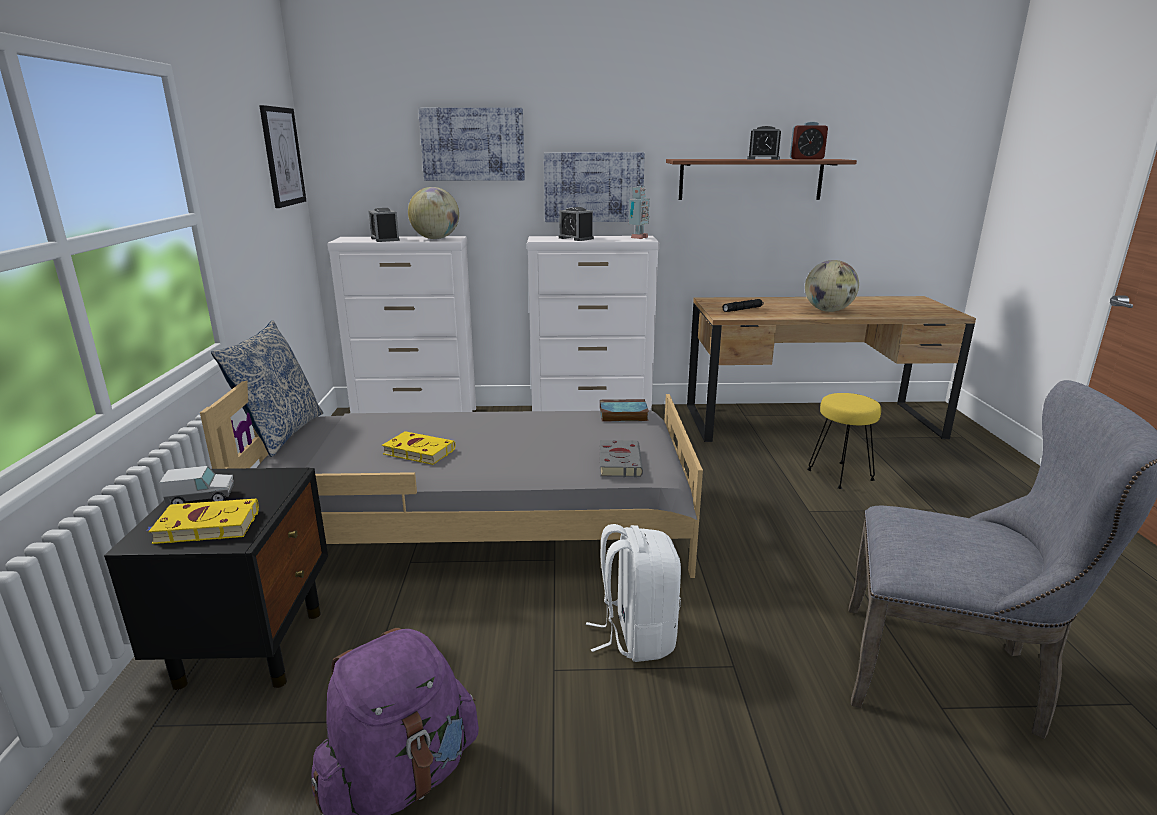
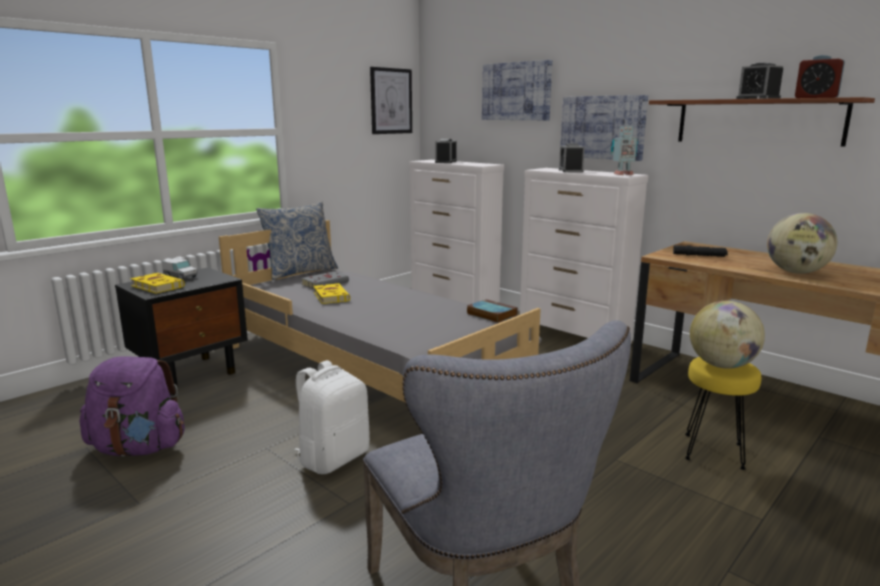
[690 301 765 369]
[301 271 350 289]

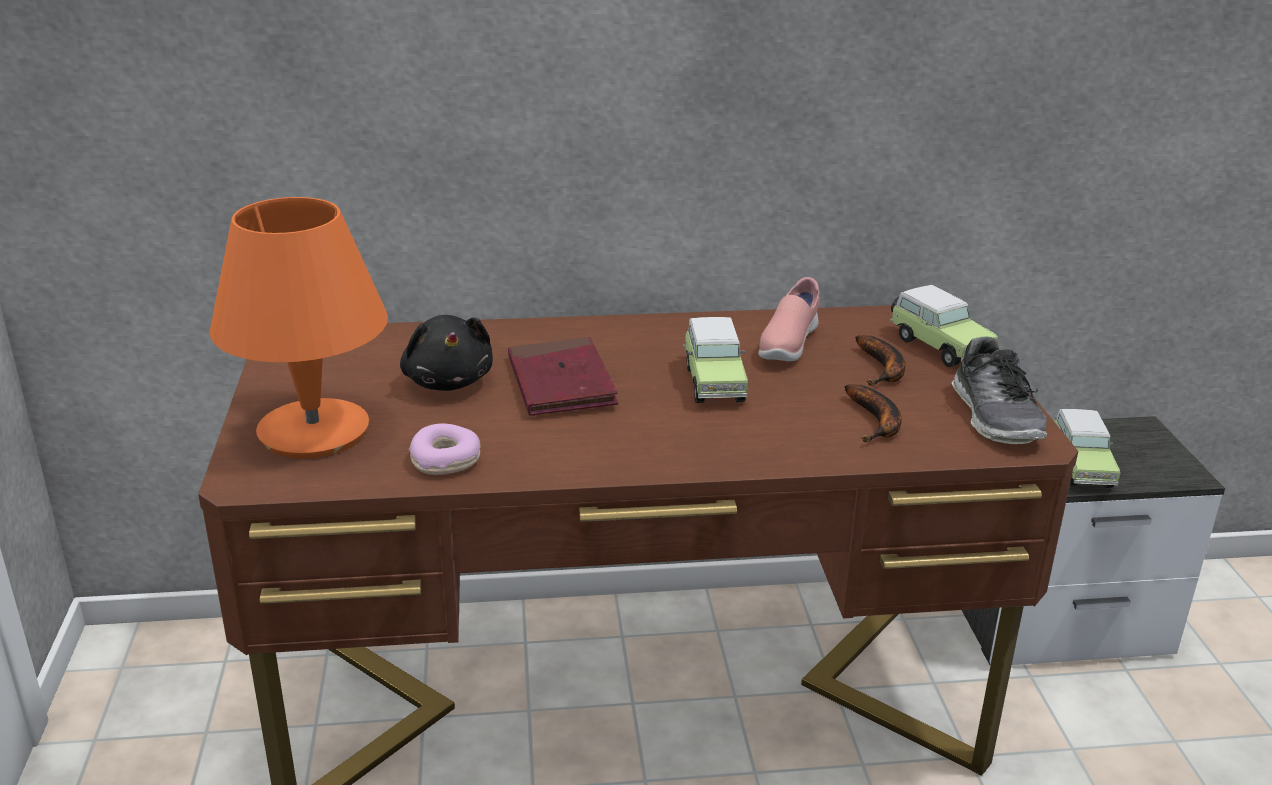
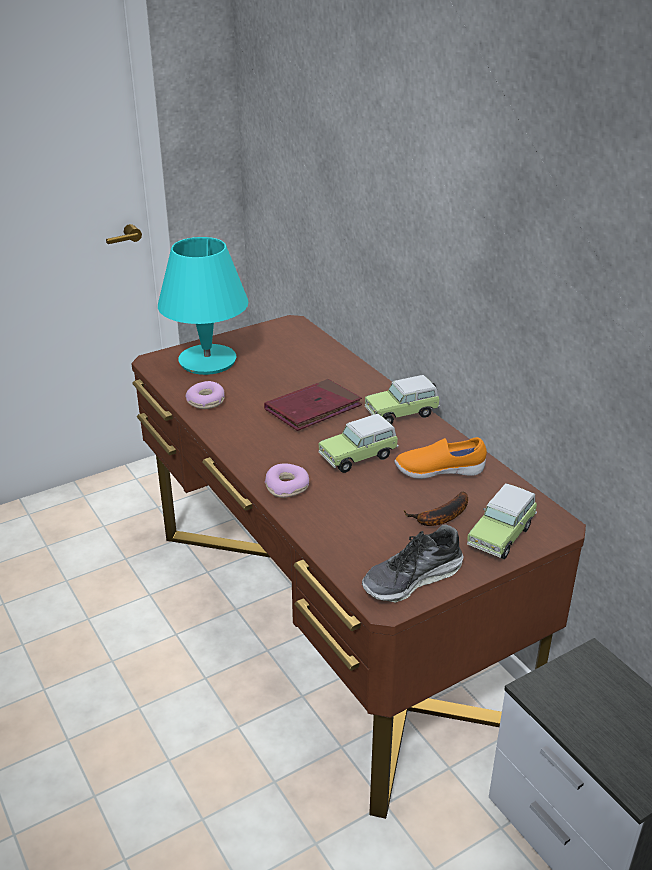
[158 237 249 375]
[394 437 487 479]
[400 315 493 391] (first image)
[844 384 901 442] (first image)
[365 375 440 423]
[265 463 309 498]

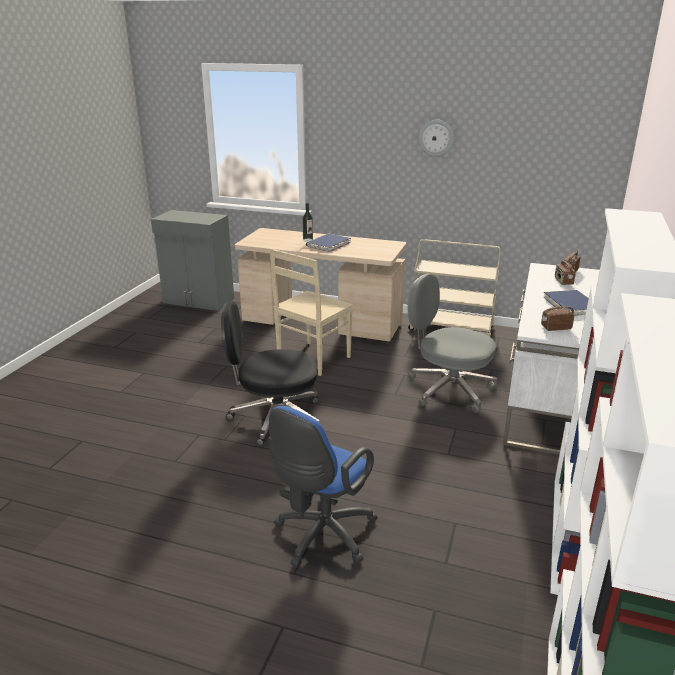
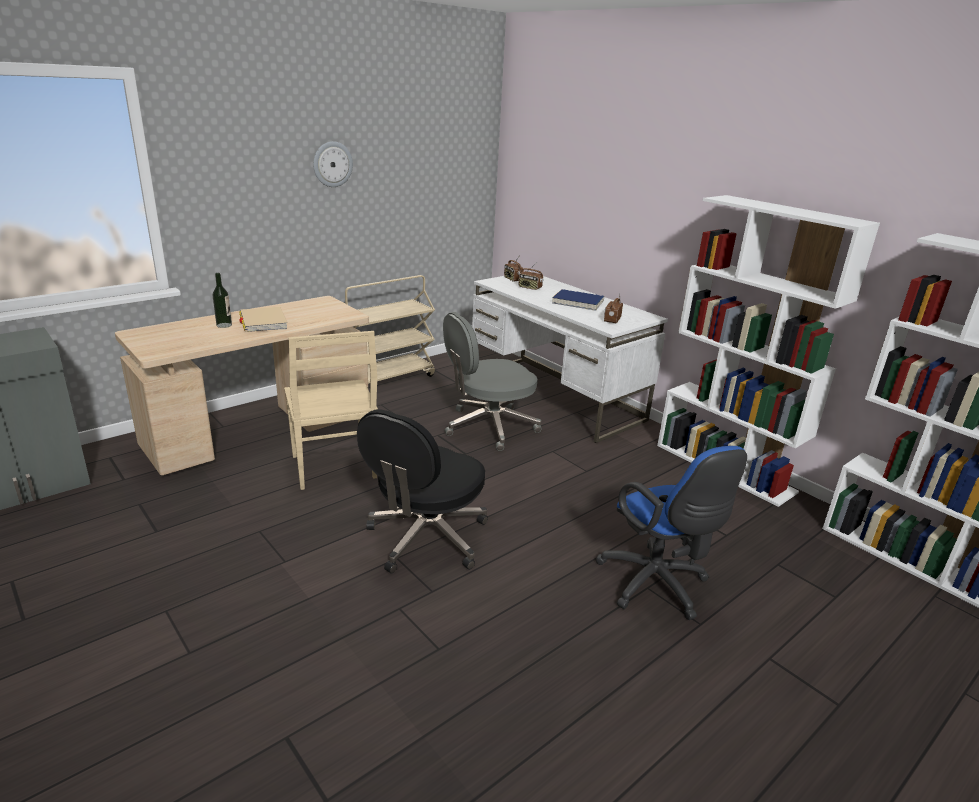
[239 307 287 332]

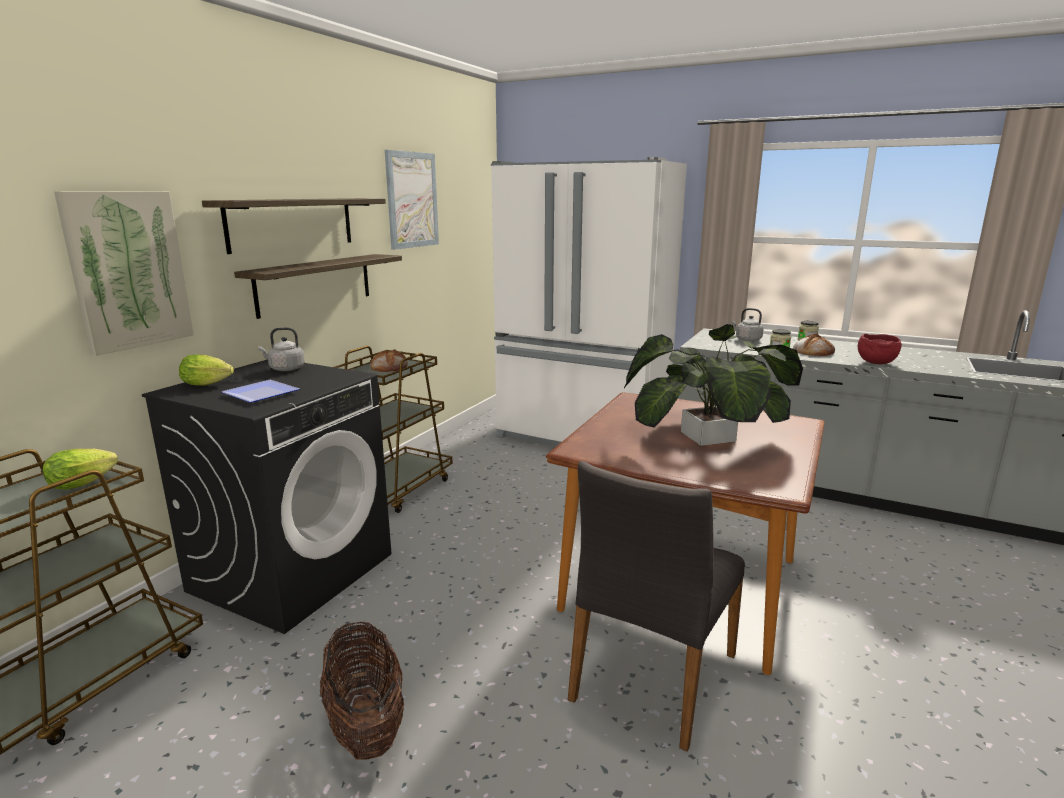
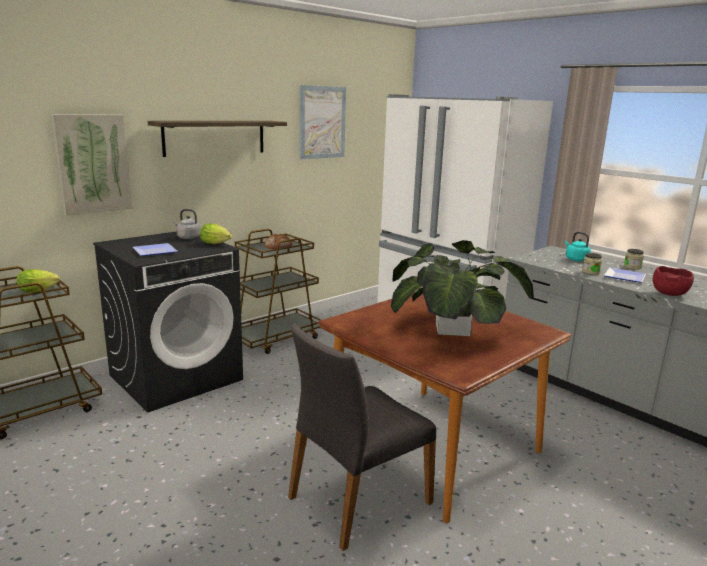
[234 254 402 319] (first image)
[565 232 591 261]
[604 268 646 283]
[200 223 232 244]
[320 621 404 760] (first image)

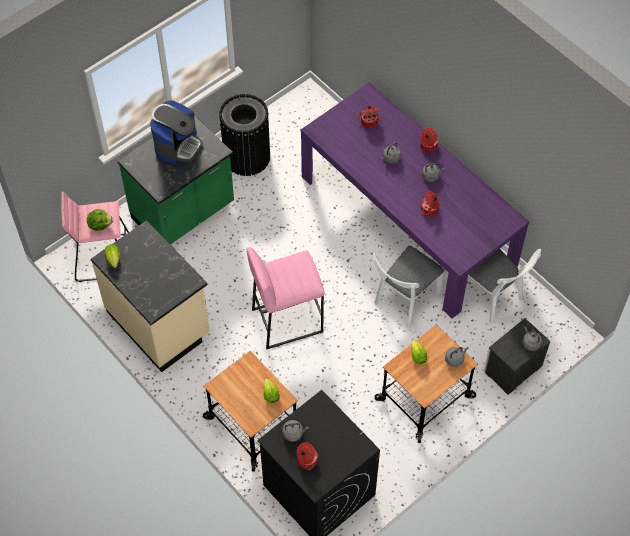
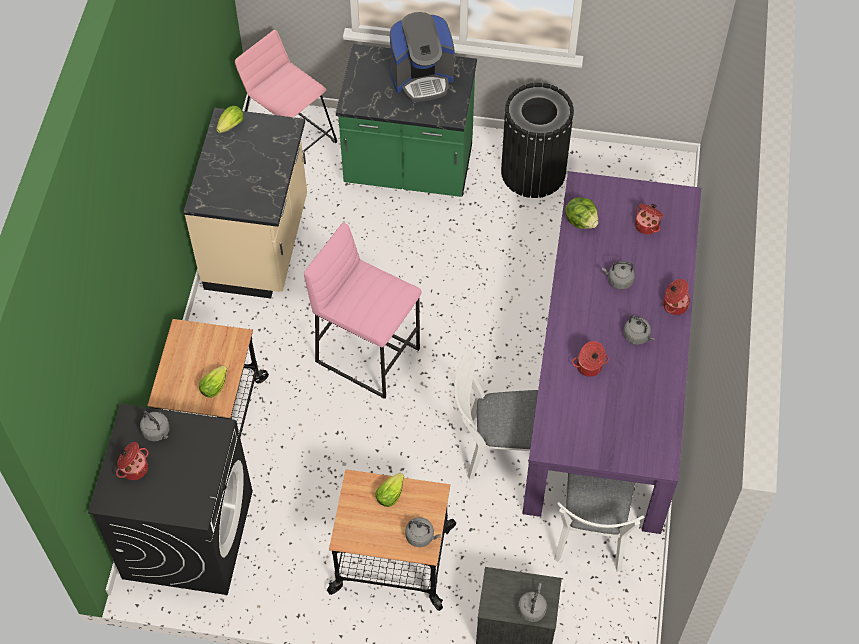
[565 197 598 229]

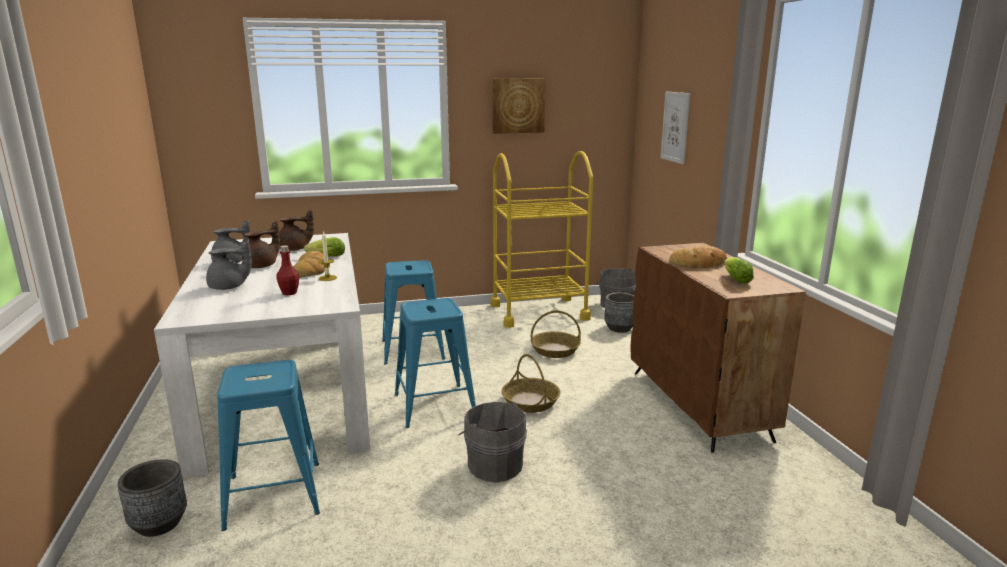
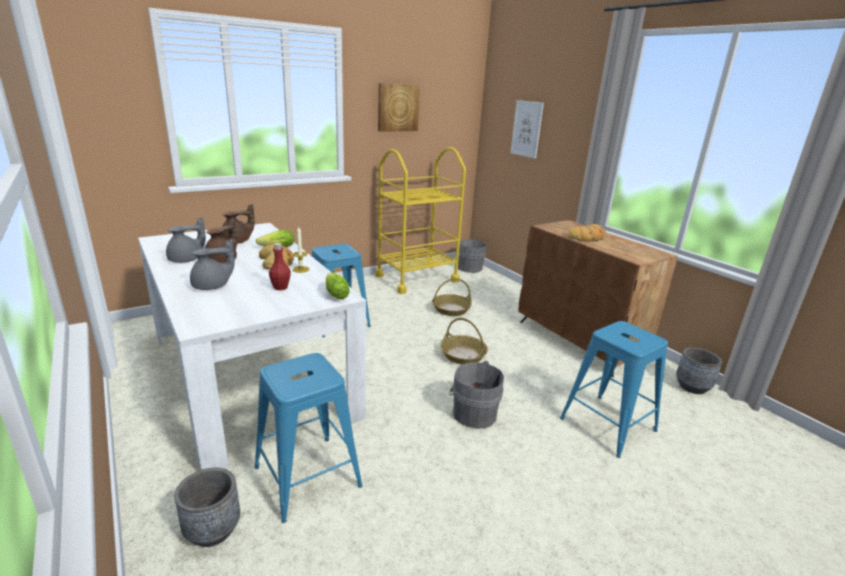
[326 273 350 299]
[676 347 722 394]
[560 321 668 458]

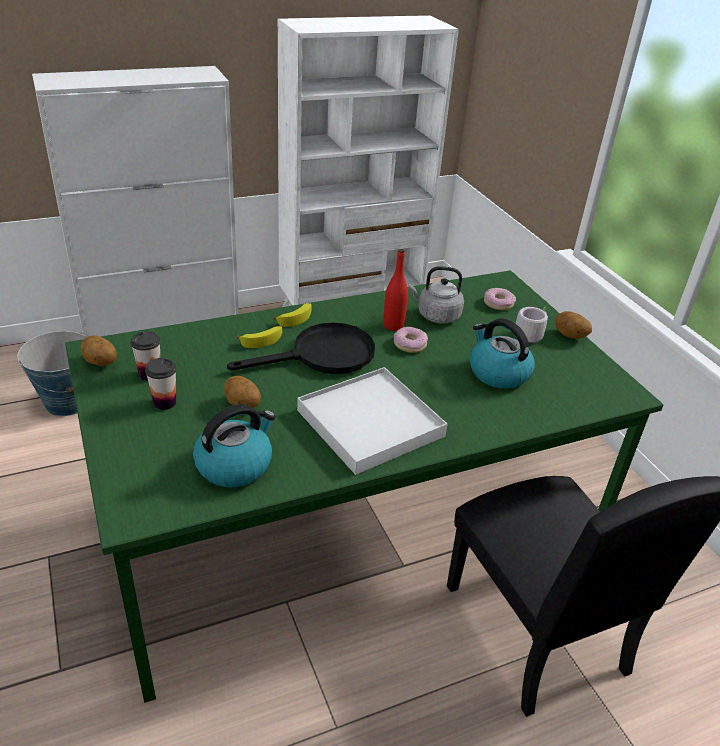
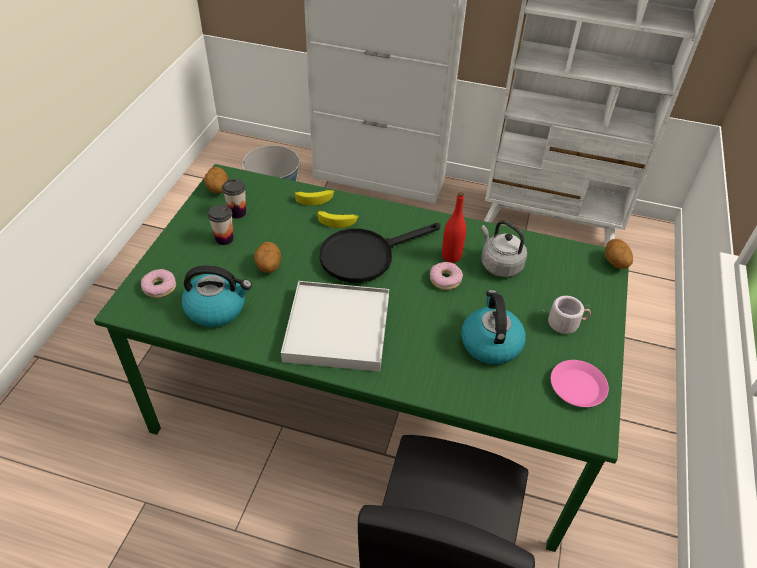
[141 269 176 298]
[294 190 334 205]
[605 239 633 269]
[320 223 440 283]
[551 360 609 407]

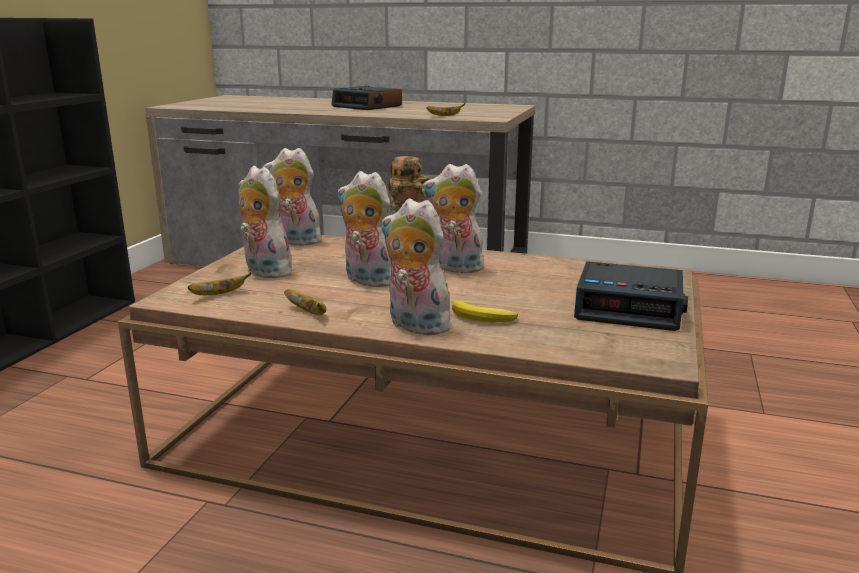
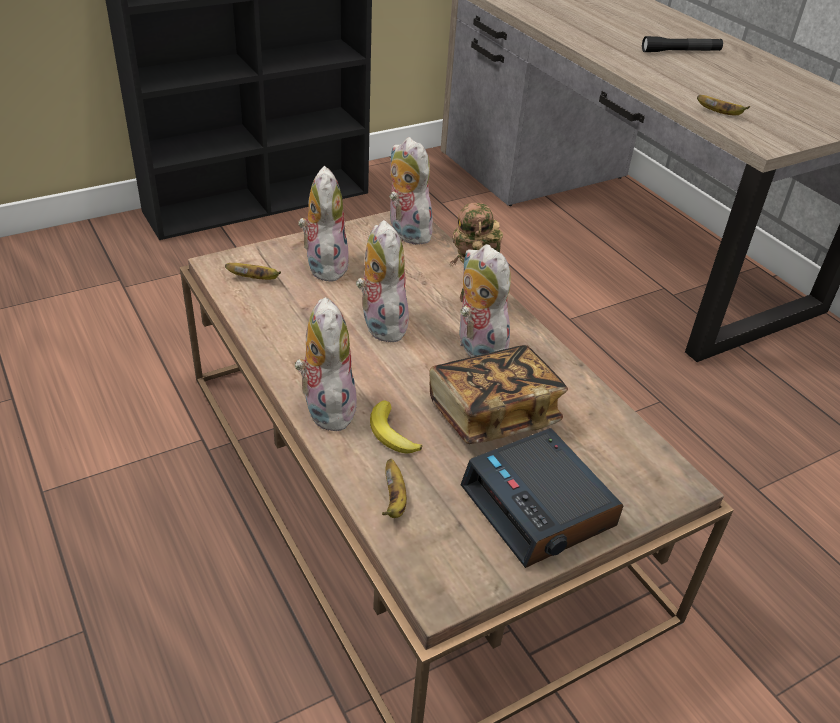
[642 36 723 52]
[382 459 407 518]
[429 345 568 444]

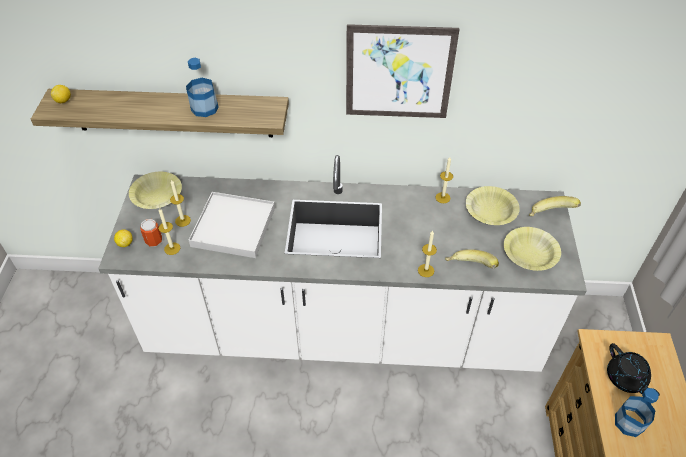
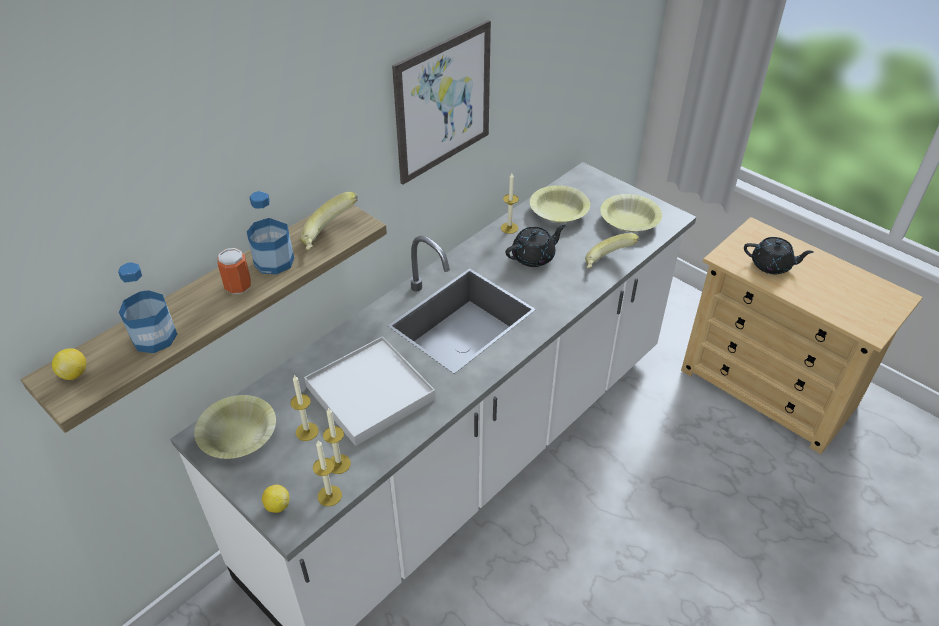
[300 192 358 250]
[218 248 251 294]
[313 440 342 507]
[118 262 177 353]
[506 225 566 267]

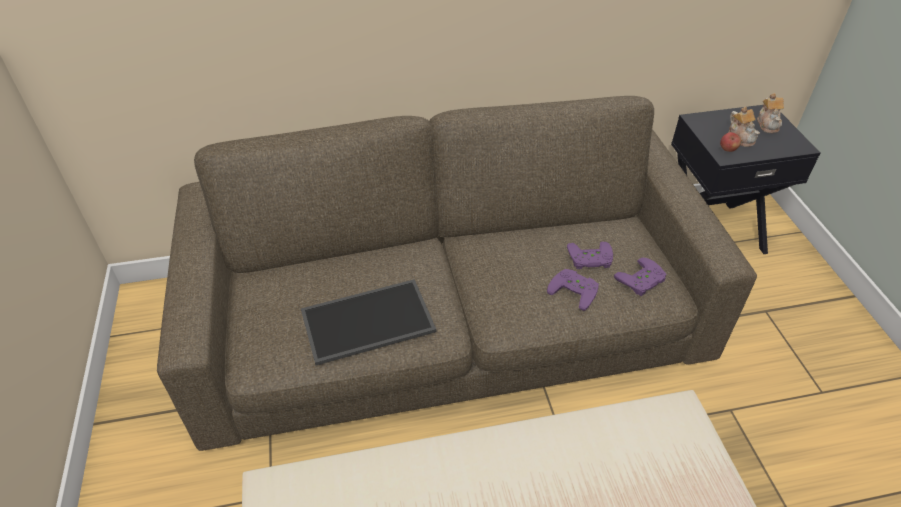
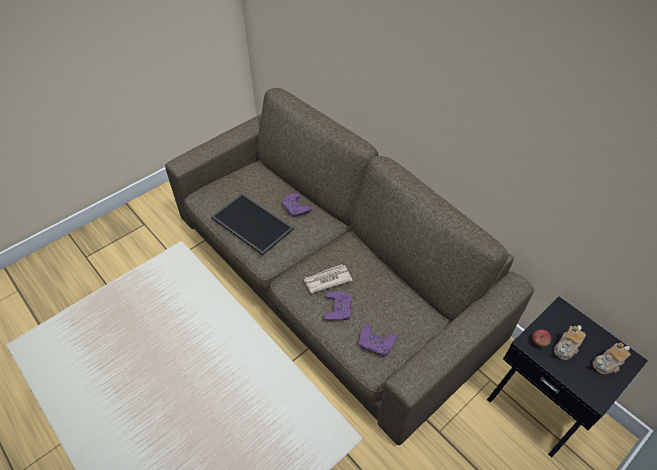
[282 193 312 218]
[304 264 352 293]

